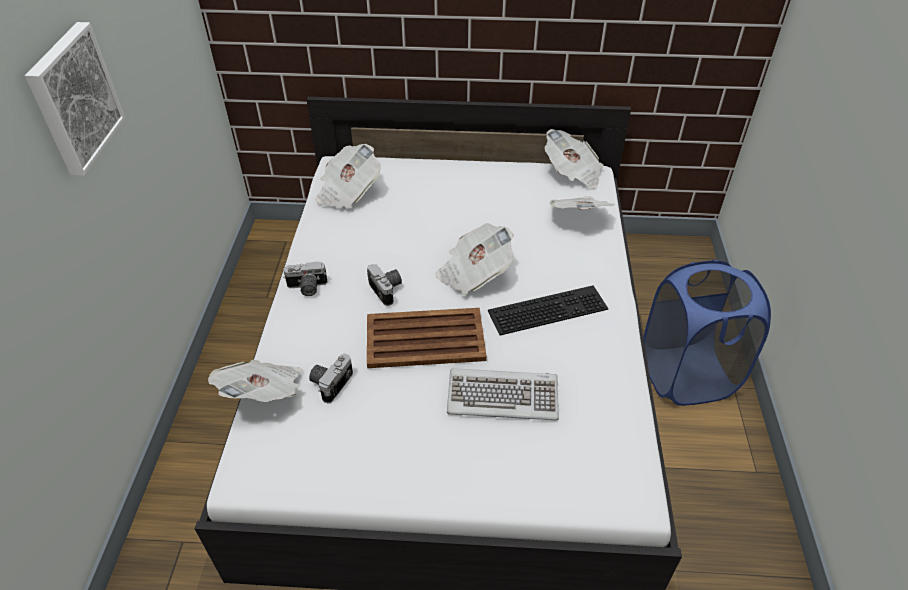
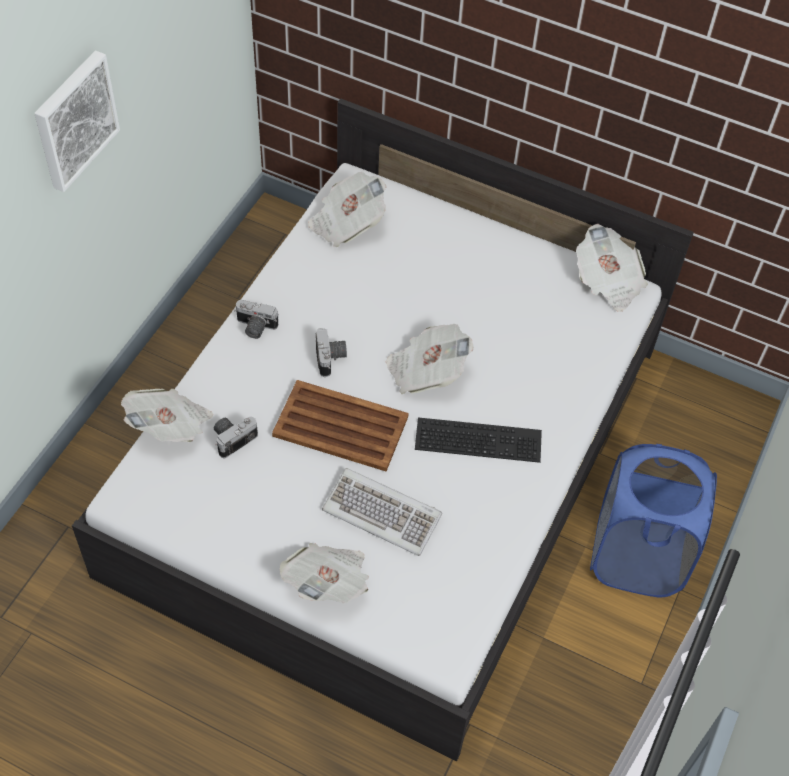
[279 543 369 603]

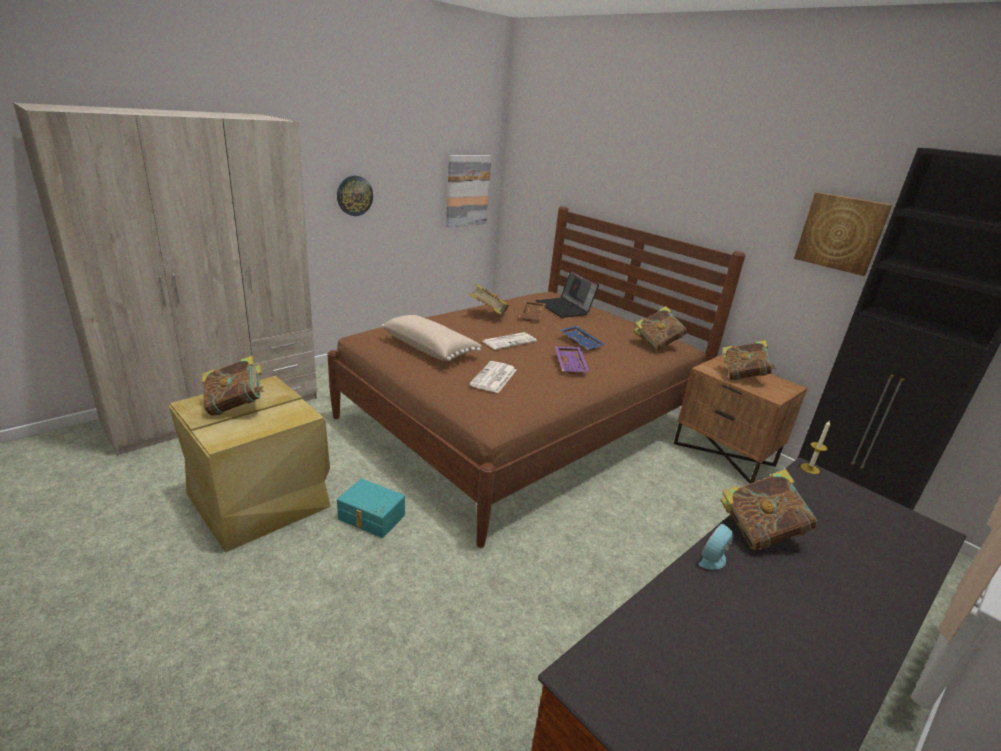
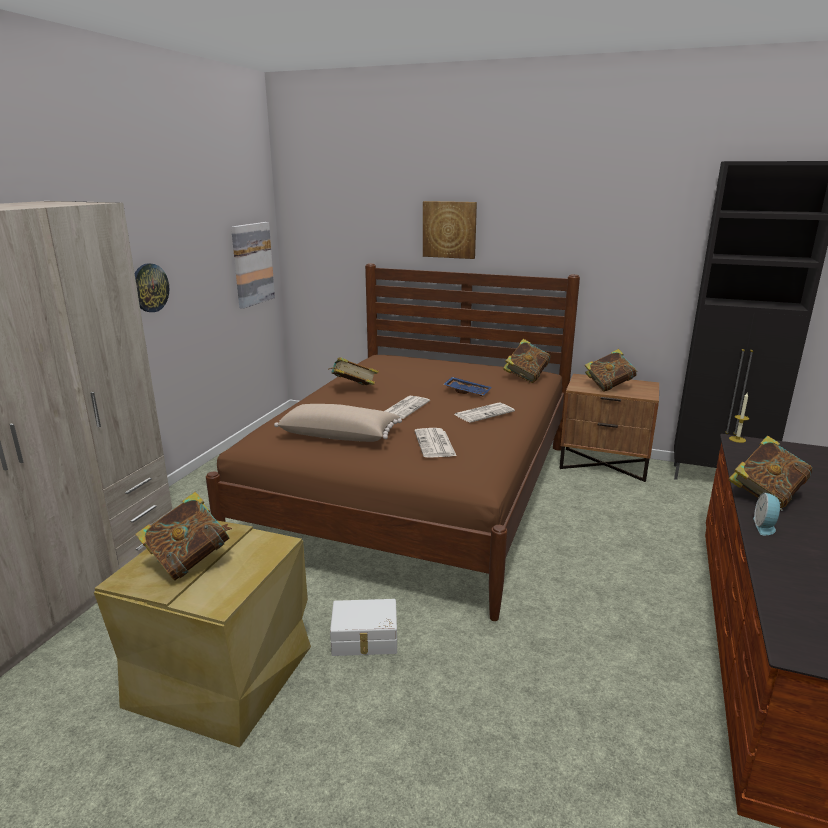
[423 201 477 259]
[536 270 599 318] (first image)
[519 301 546 321] (first image)
[454 402 515 423]
[330 599 397 656]

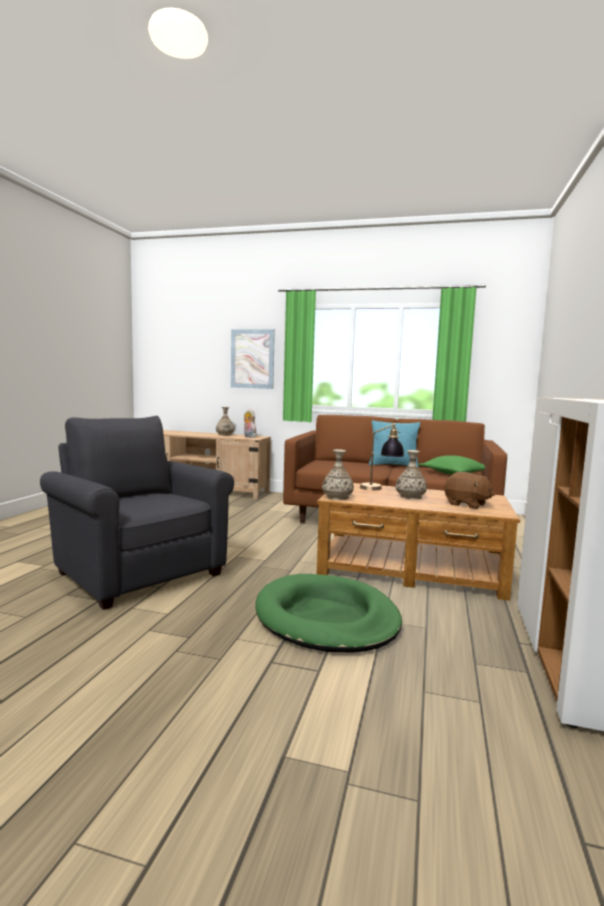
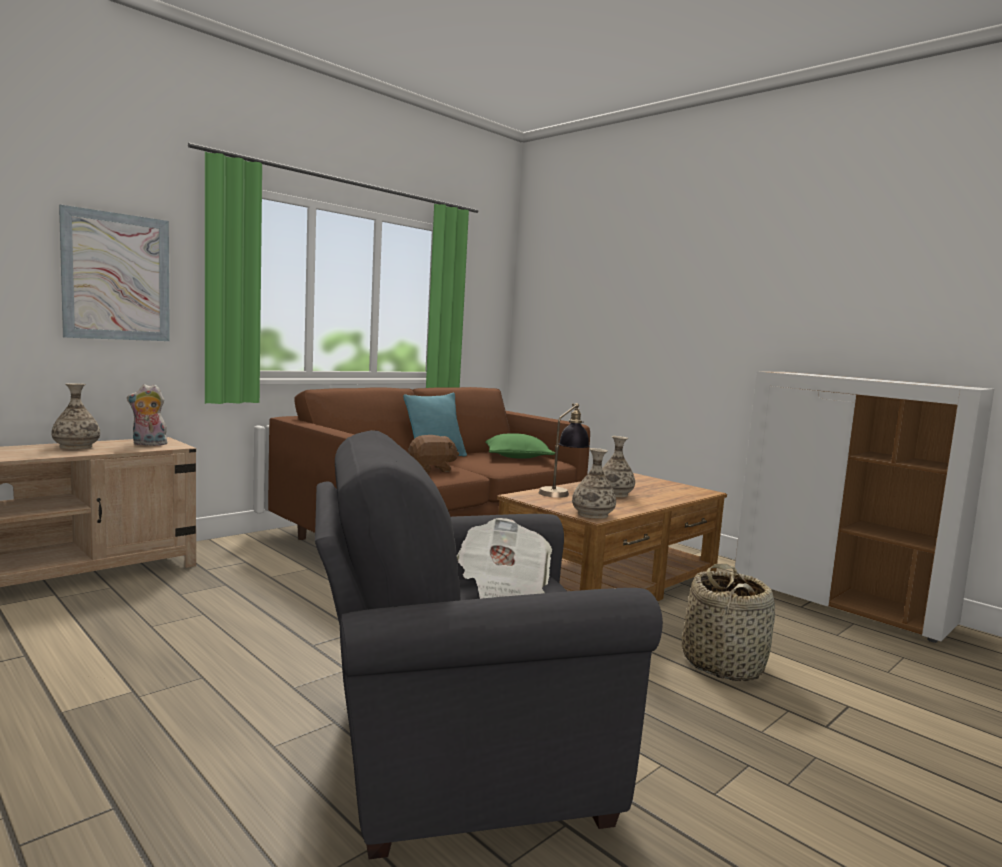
[408 435 459 472]
[682 564 775 681]
[457 518 552 599]

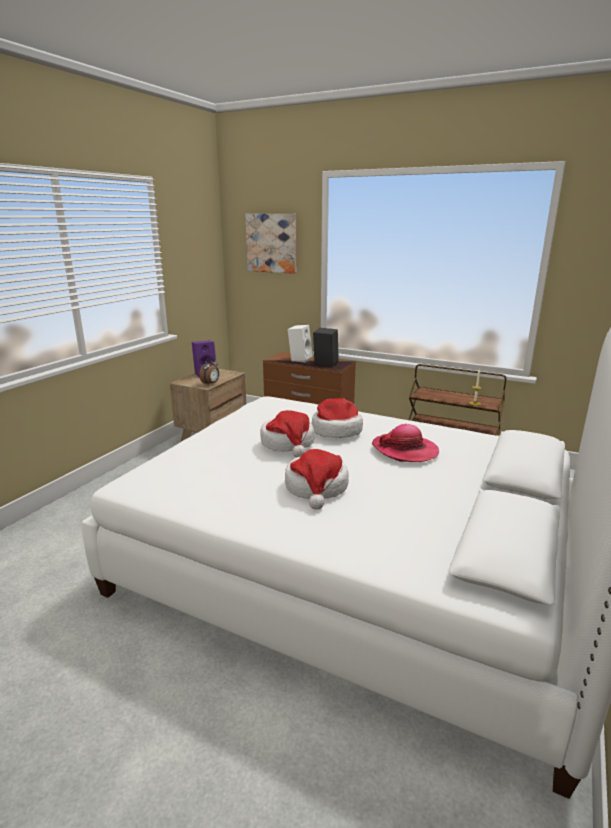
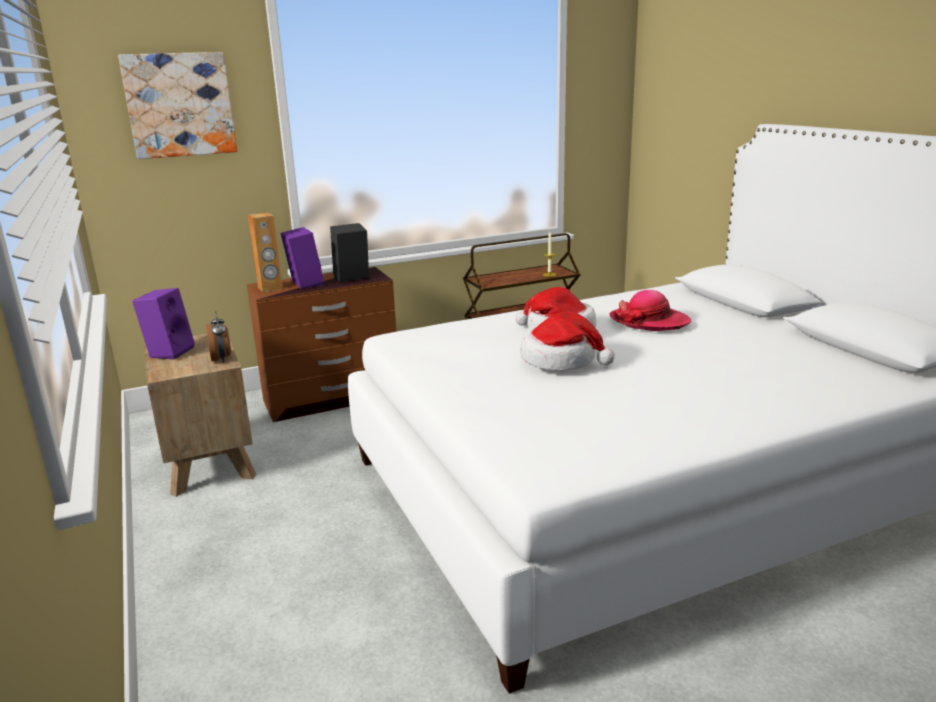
[281 227 324 289]
[285 449 349 510] (first image)
[248 213 283 292]

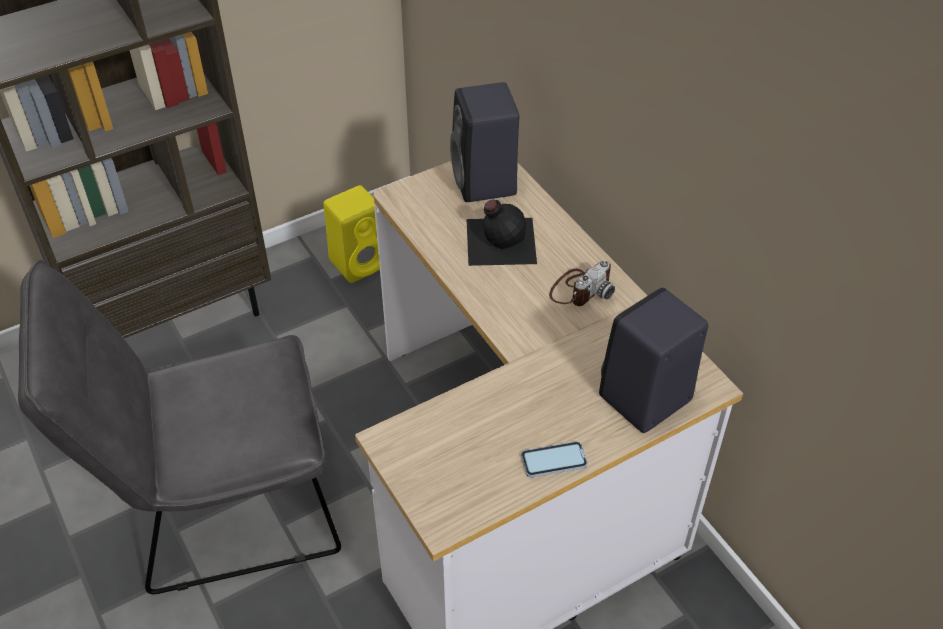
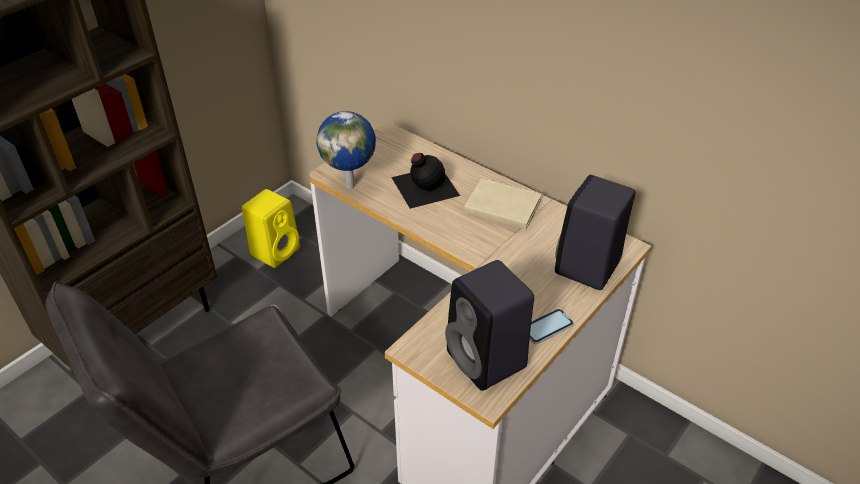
[445 260 534 391]
[464 178 542 229]
[316 111 376 189]

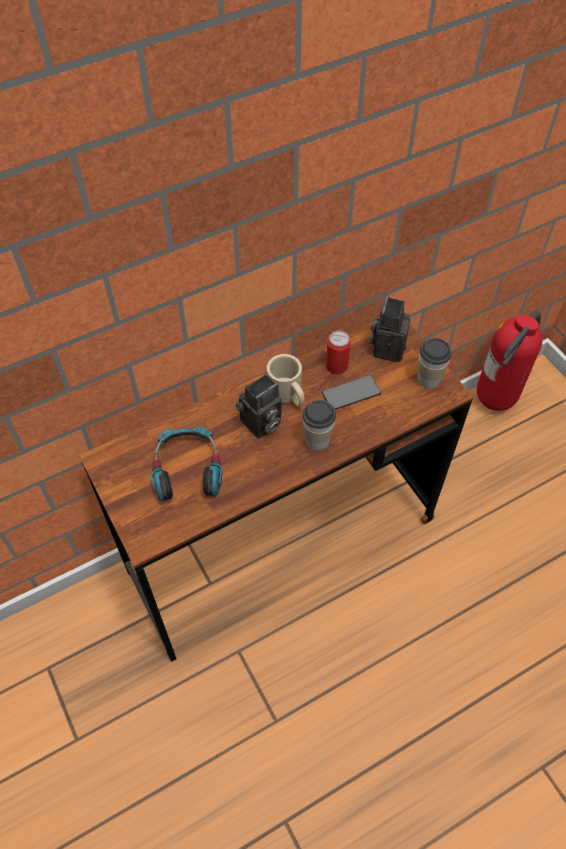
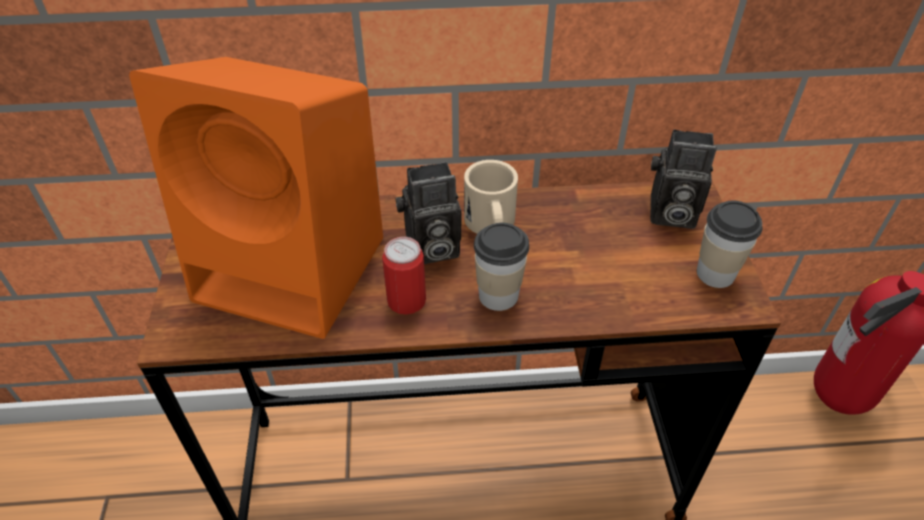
[650 129 717 229]
[382 237 426 315]
[322 375 381 410] (first image)
[129 57 383 339]

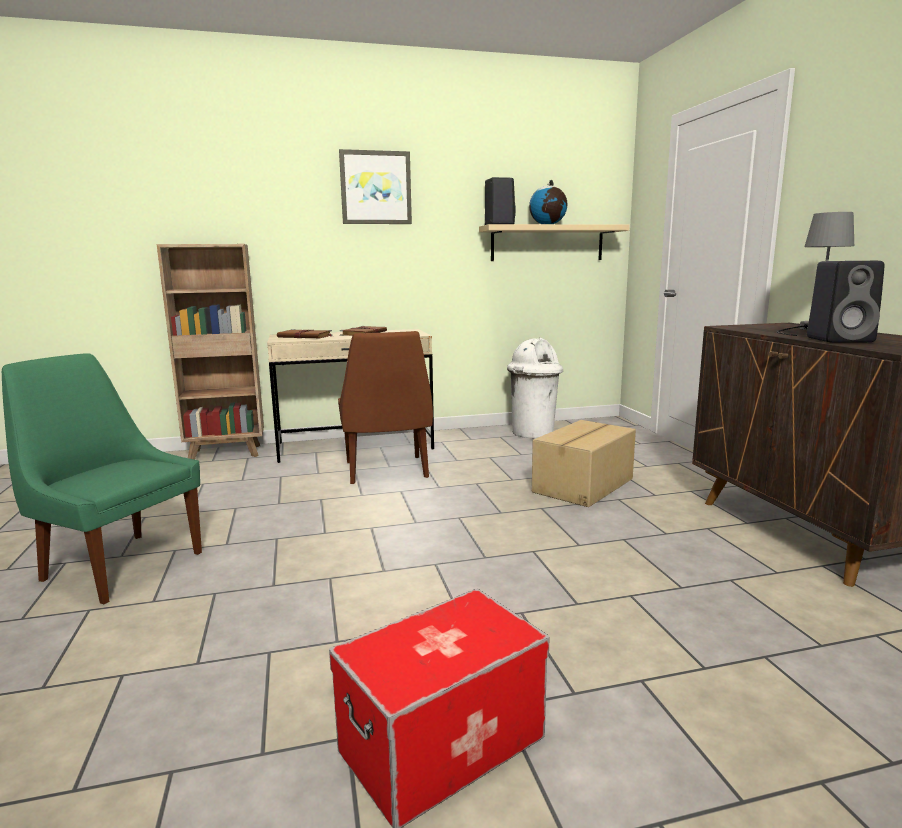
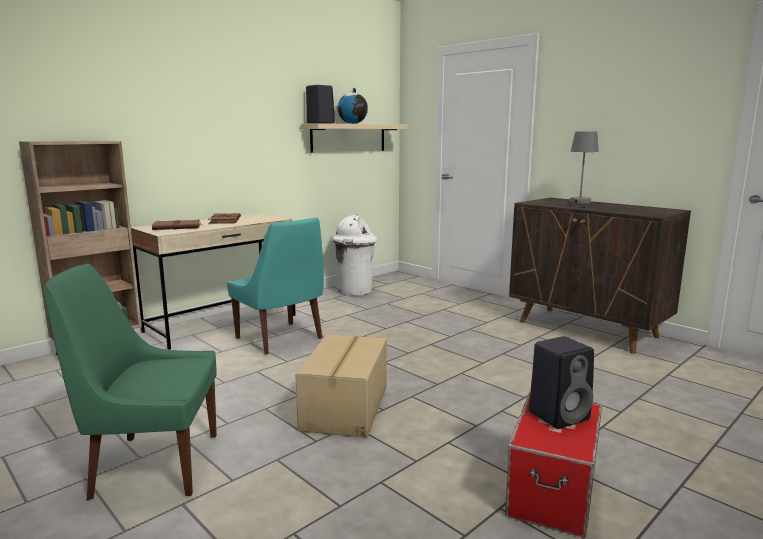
[339 149 412 224] (first image)
[529 336 594 429]
[227 218 324 355]
[295 334 387 438]

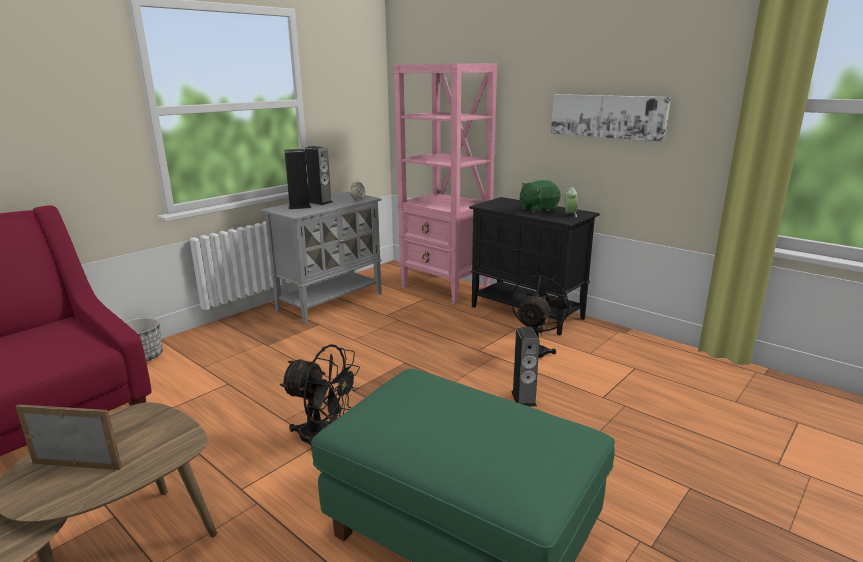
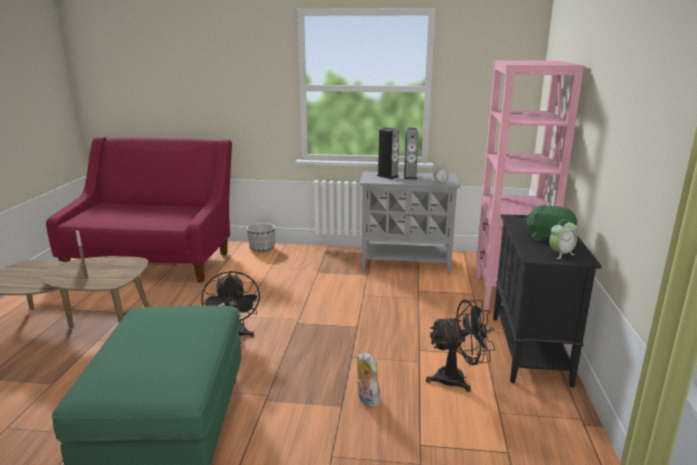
[551 94 671 142] (first image)
[357 352 380 407]

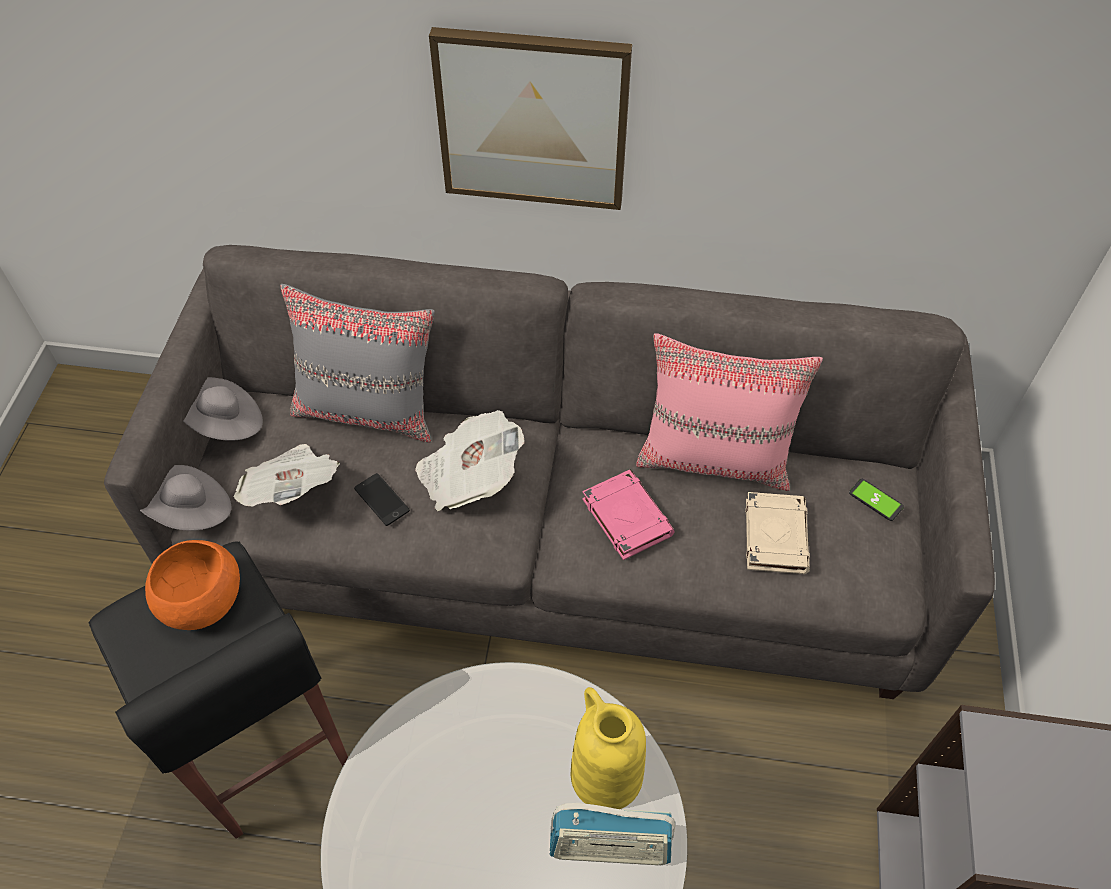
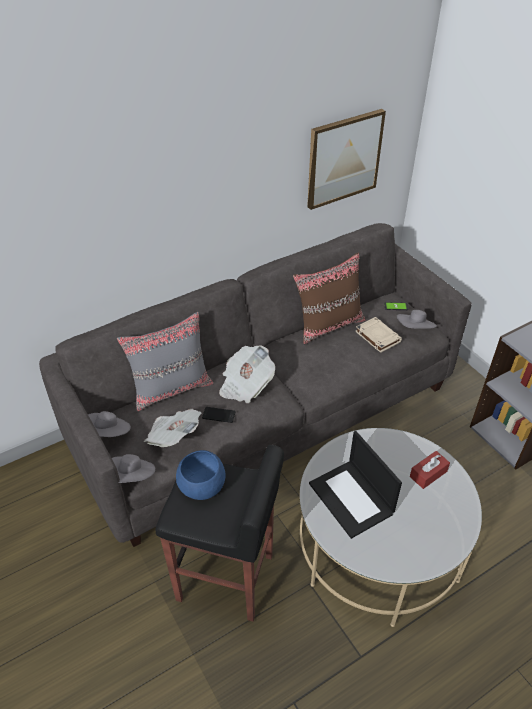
[307 109 386 210]
[293 252 366 344]
[582 470 675 560] (first image)
[176 450 226 500]
[571 687 646 809] (first image)
[410 451 450 489]
[397 310 437 329]
[309 431 402 539]

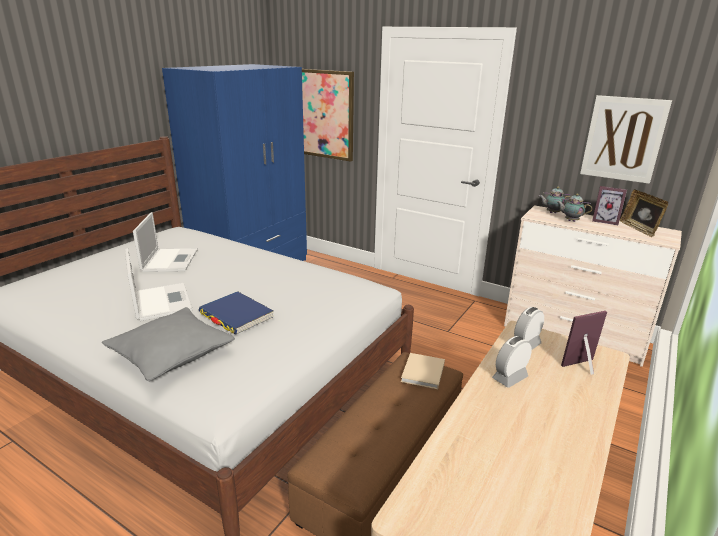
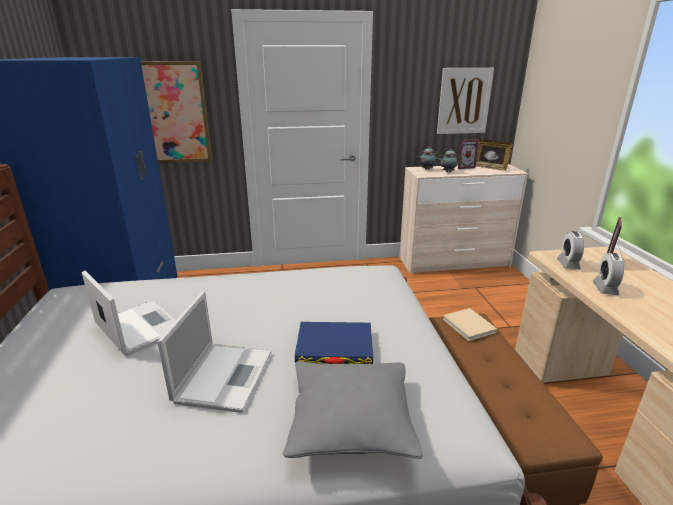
[157 291 272 413]

